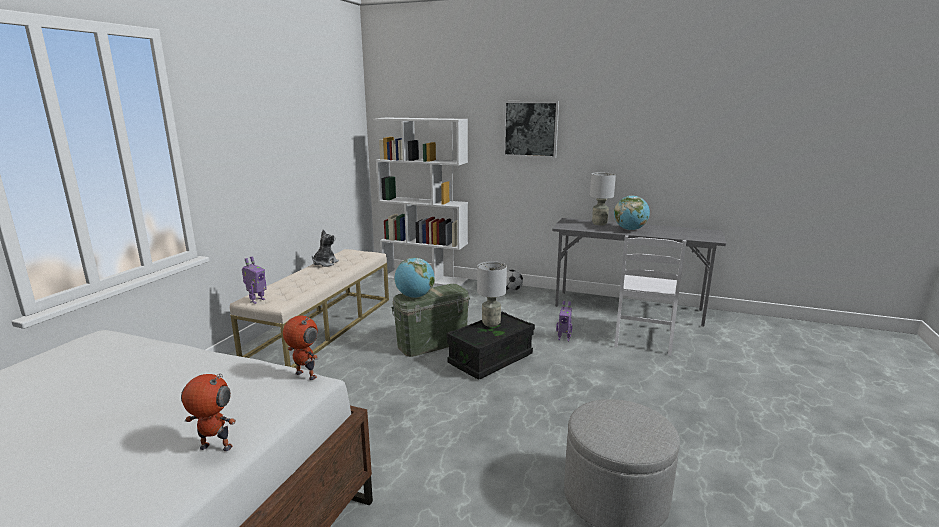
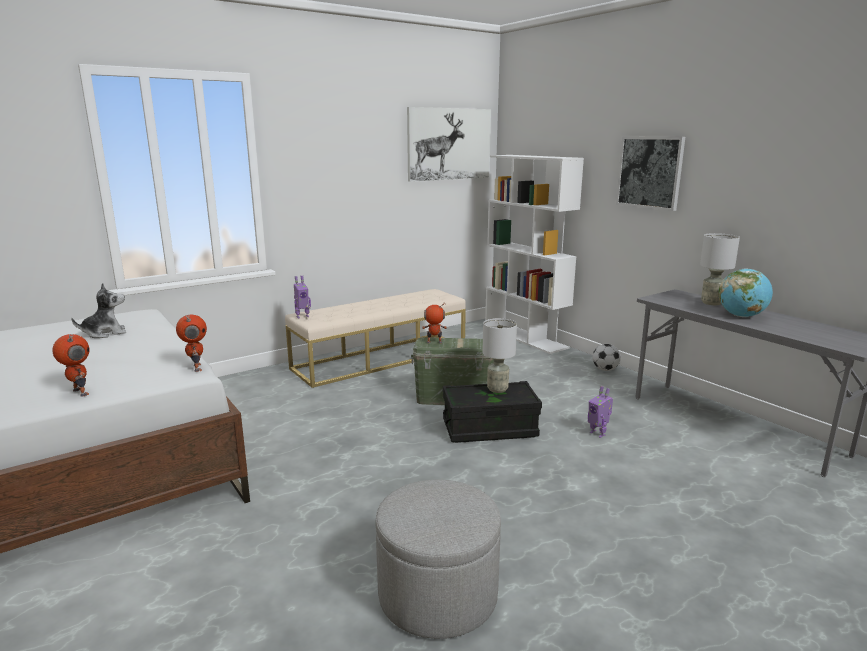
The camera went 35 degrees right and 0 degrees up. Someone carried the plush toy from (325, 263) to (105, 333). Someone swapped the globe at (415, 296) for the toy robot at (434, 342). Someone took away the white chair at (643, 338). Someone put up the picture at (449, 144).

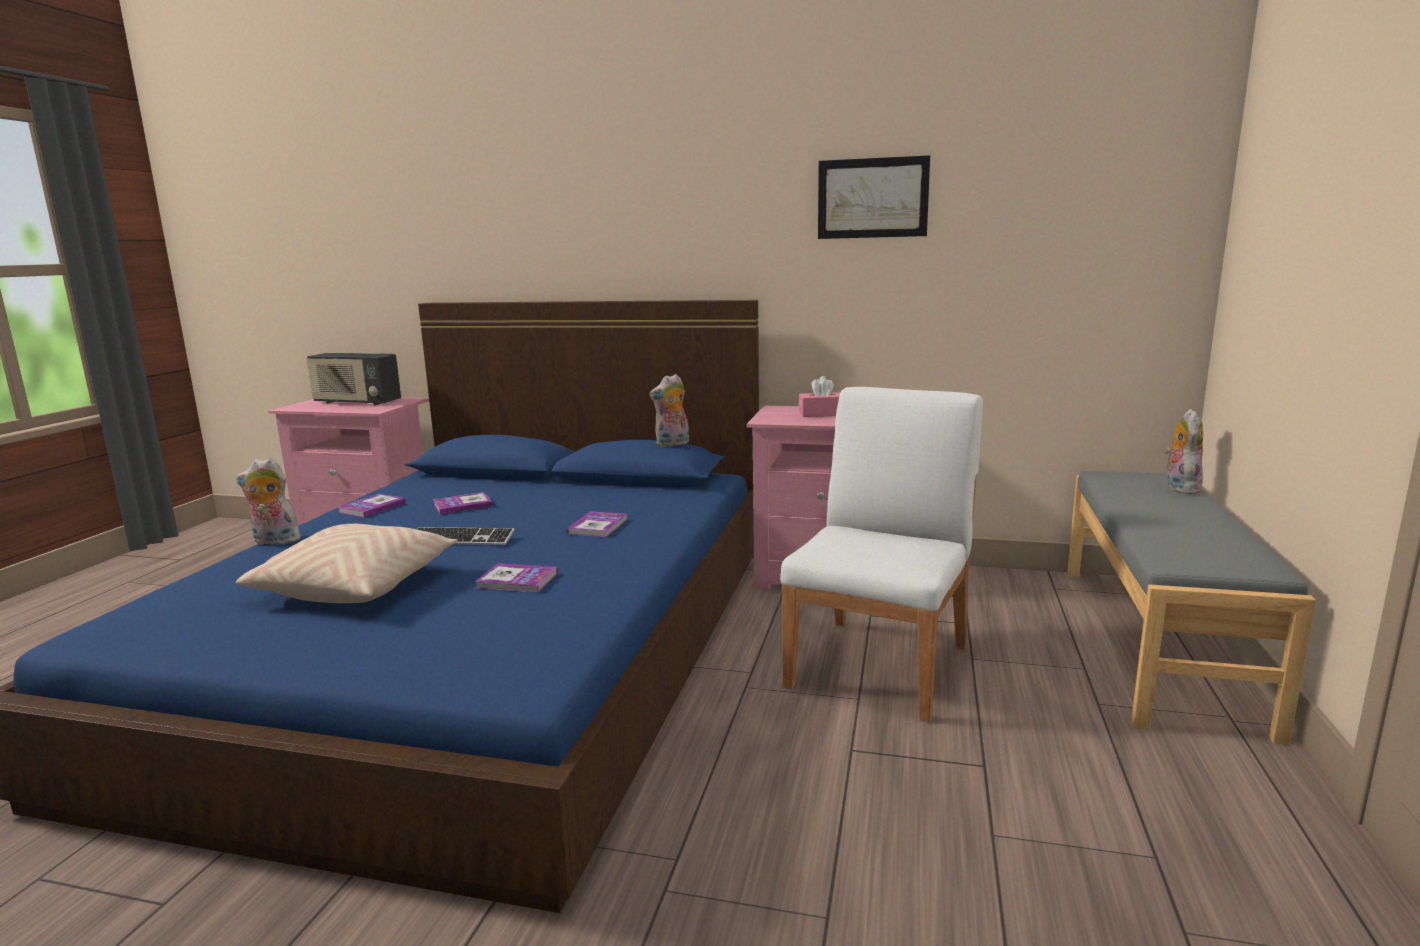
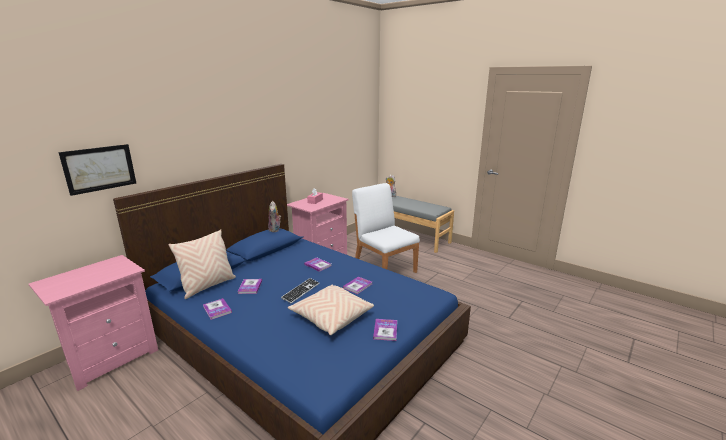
The camera went 65 degrees left and 5 degrees up. Someone took away the plush toy at (274, 541). Someone took away the radio at (356, 402). Someone carried the picture from (872, 198) to (99, 168). Someone put down the beige pillow at (208, 286). Someone put down the book at (385, 330).

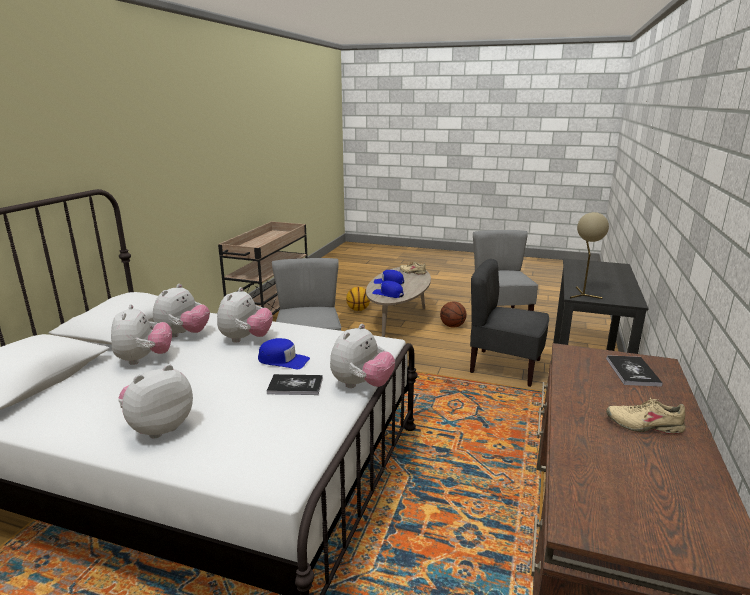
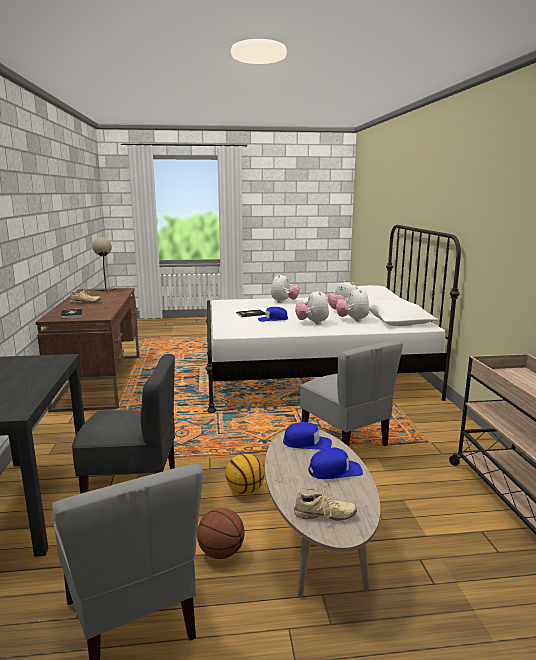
The camera went 155 degrees right and 5 degrees down. Someone took away the plush toy at (361, 385). Someone carried the basketball from (358, 309) to (245, 490). Someone carried the beige table lamp from (582, 294) to (106, 291).

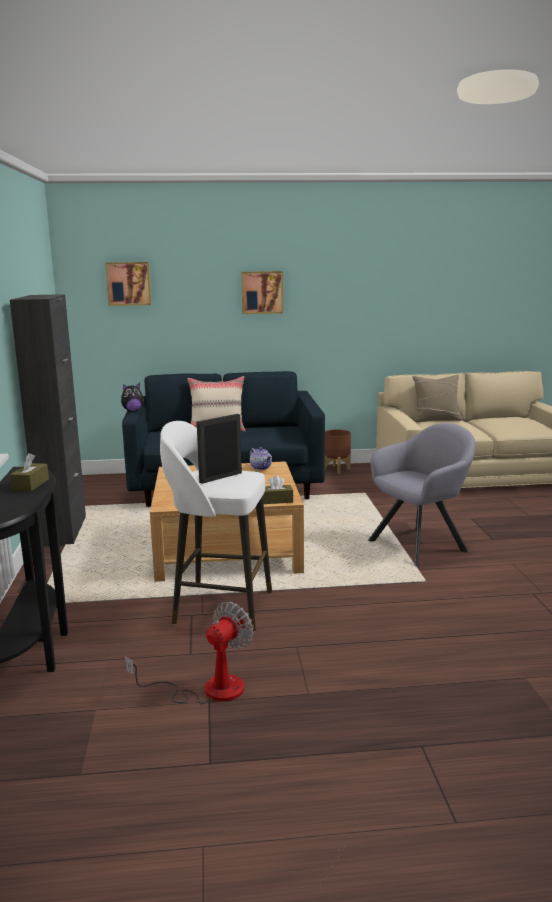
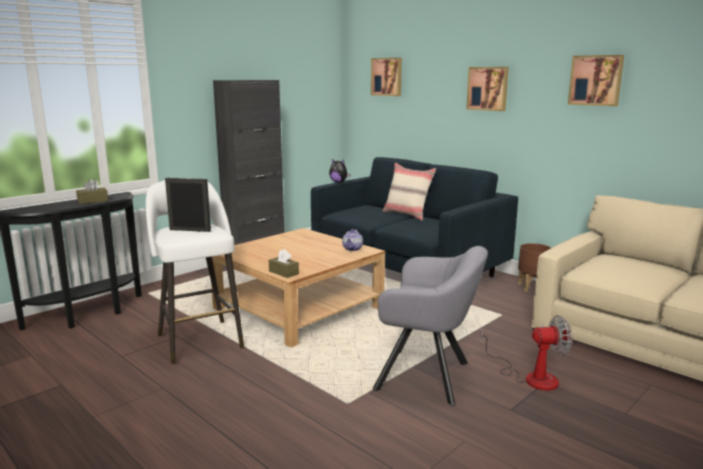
The camera went 50 degrees right and 0 degrees up. Someone carried the fan from (208, 689) to (530, 377). Someone took away the beige pillow at (436, 419). Someone put up the picture at (596, 80).

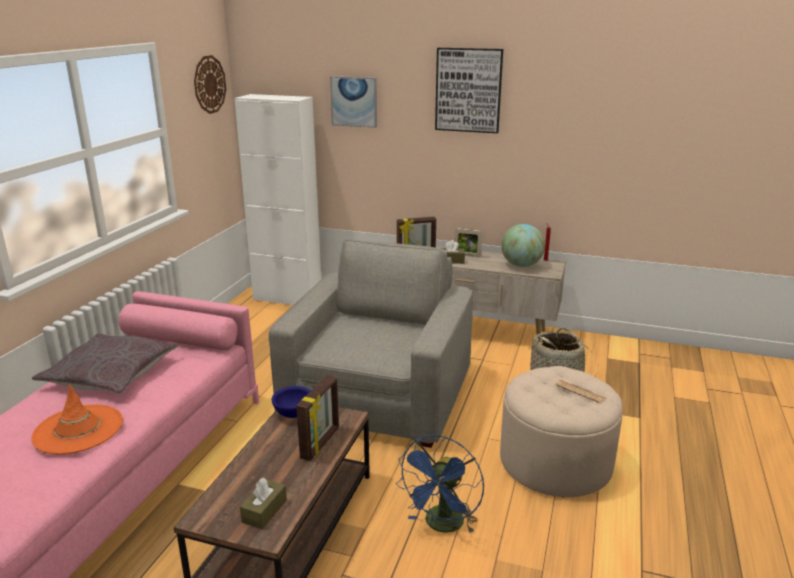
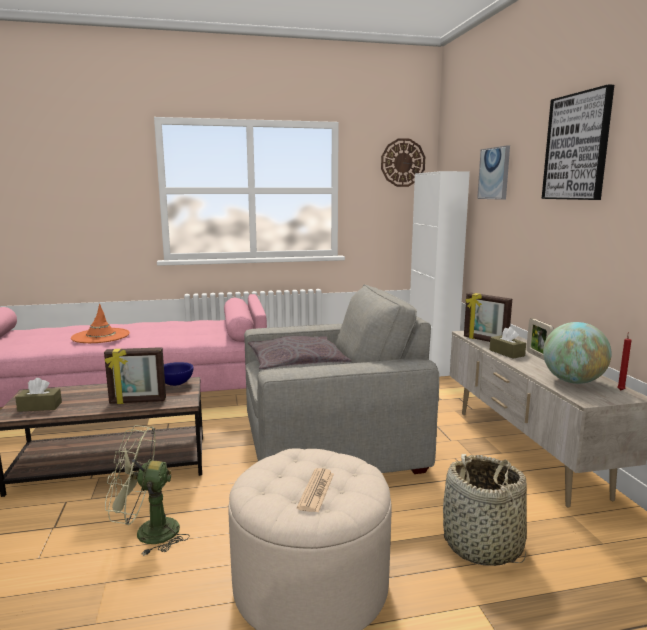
The camera went 60 degrees right and 10 degrees down. Someone carried the grey pillow from (111, 374) to (296, 365). Someone repainted the blue fan at (442, 526), which became the green fan at (147, 533).

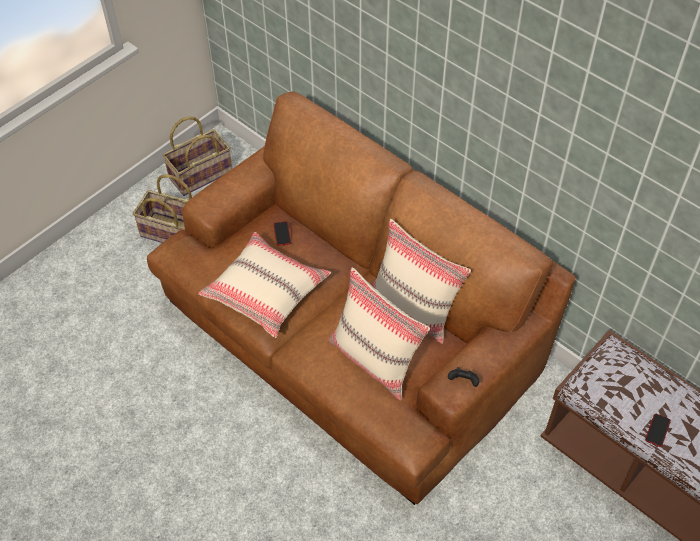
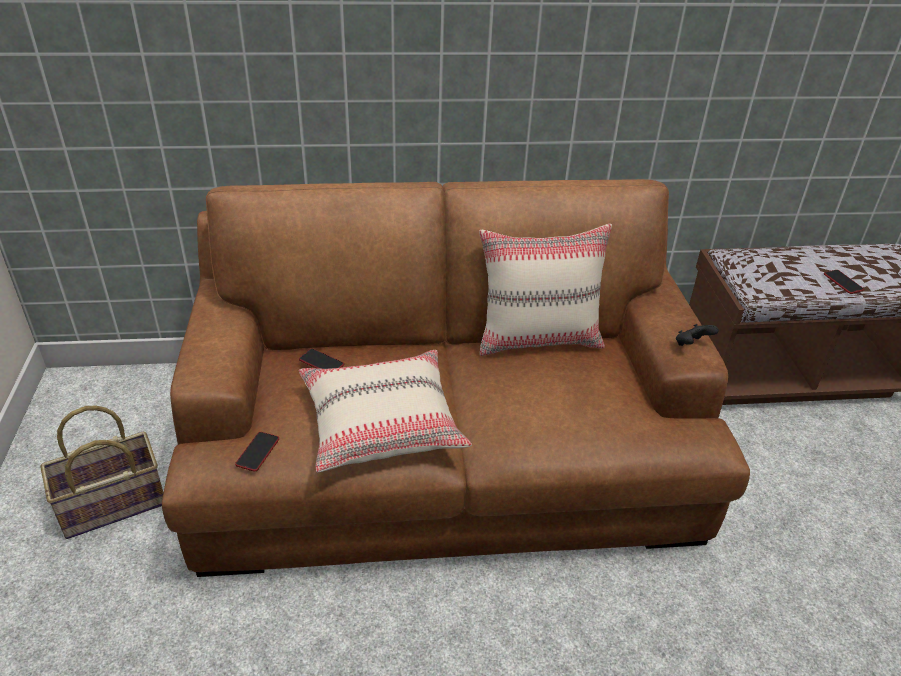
The camera went 50 degrees left and 15 degrees down. Someone took away the basket at (200, 174). Someone took away the beige pillow at (375, 360). Someone put down the phone at (257, 452).

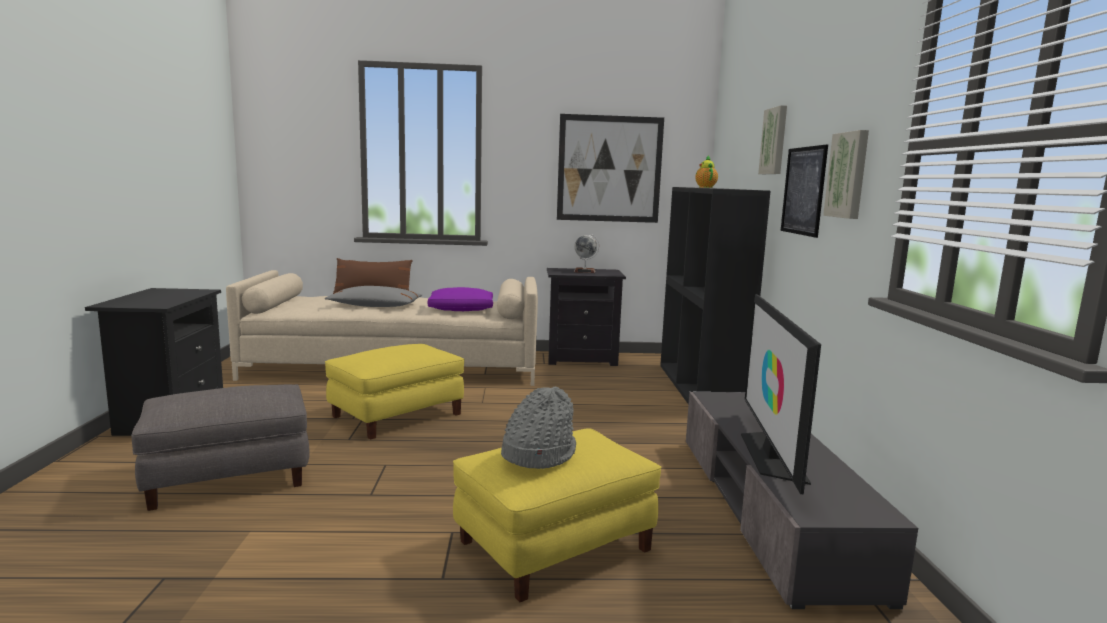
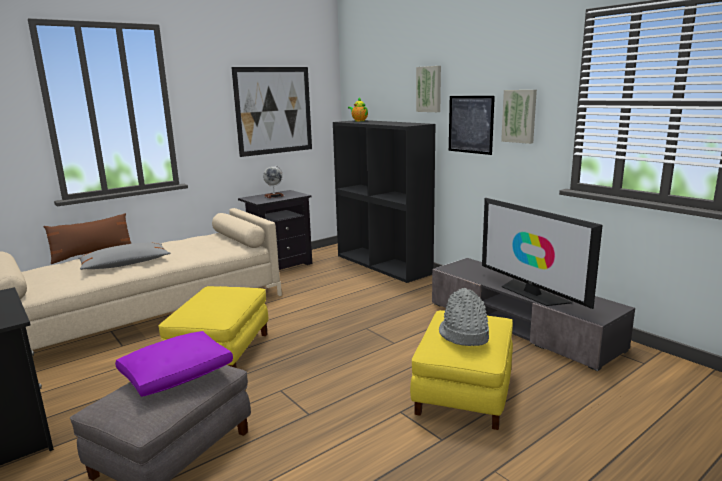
The camera went 35 degrees left and 5 degrees up. Someone carried the purple pillow from (462, 309) to (177, 374).

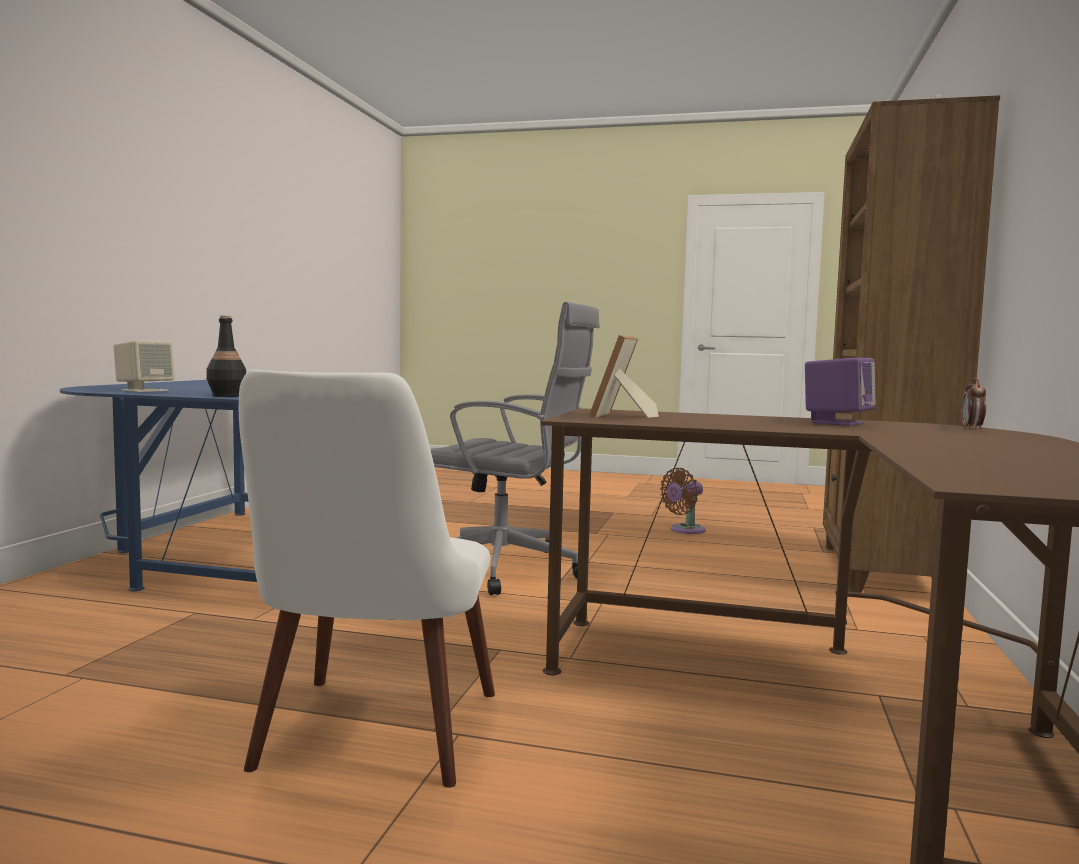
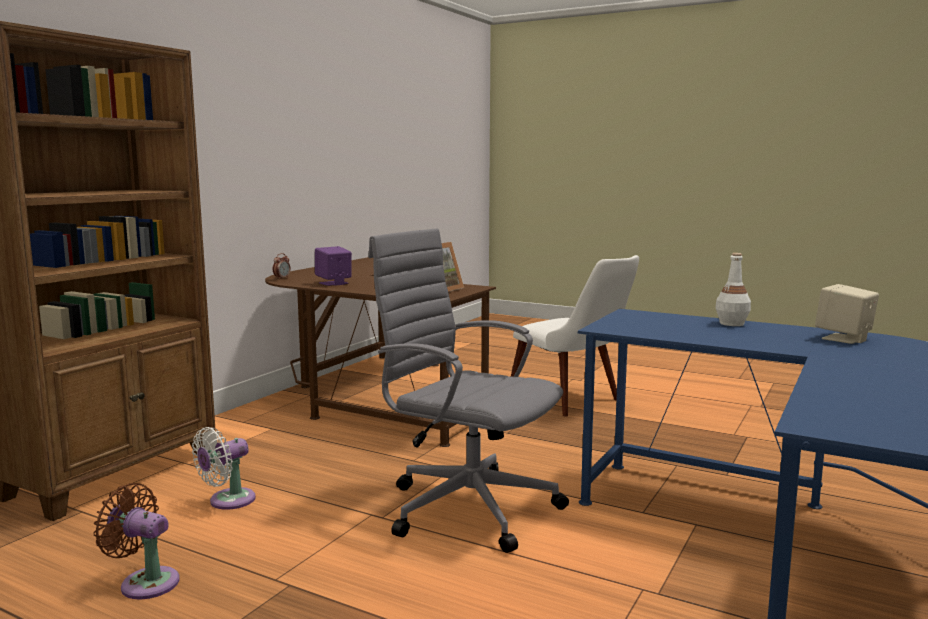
The camera went 165 degrees left and 5 degrees up. Someone repainted the black bottle at (227, 396), which became the white bottle at (731, 323). Someone rotated the white chair at (369, 745) by 120 degrees clockwise. Someone rotated the brown fan at (684, 530) by 135 degrees counterclockwise. Someone put down the white fan at (227, 501).

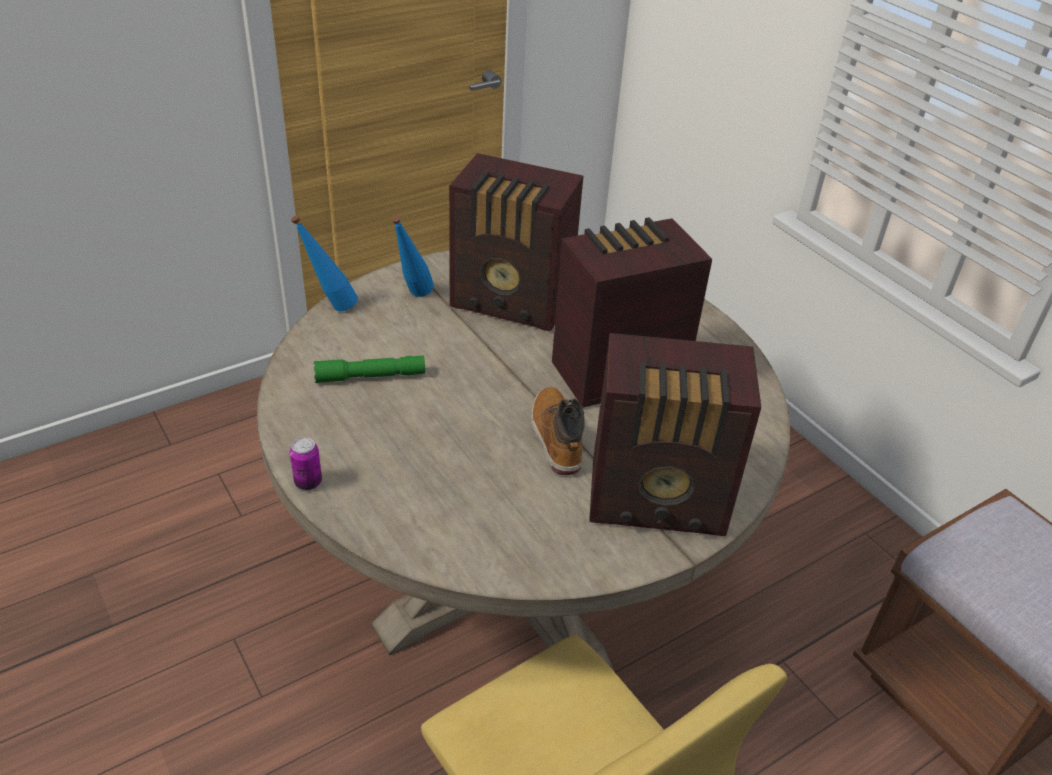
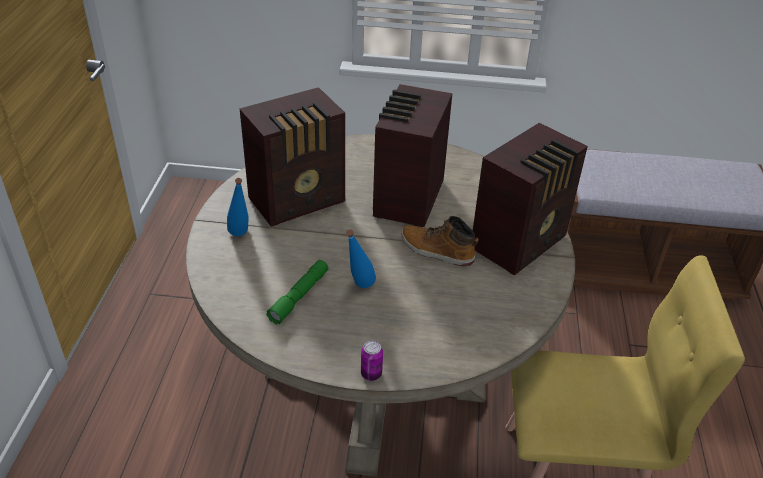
The camera went 50 degrees left and 0 degrees up. Someone carried the blue bottle from (330, 307) to (358, 289).

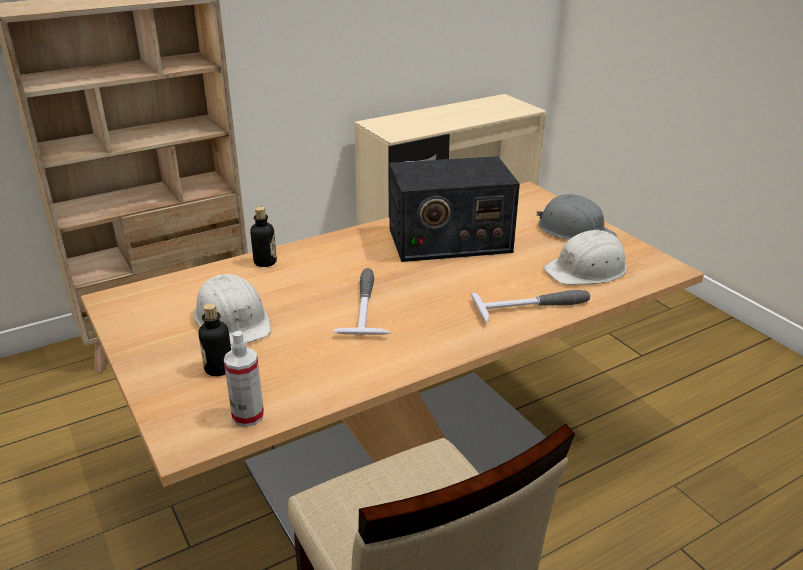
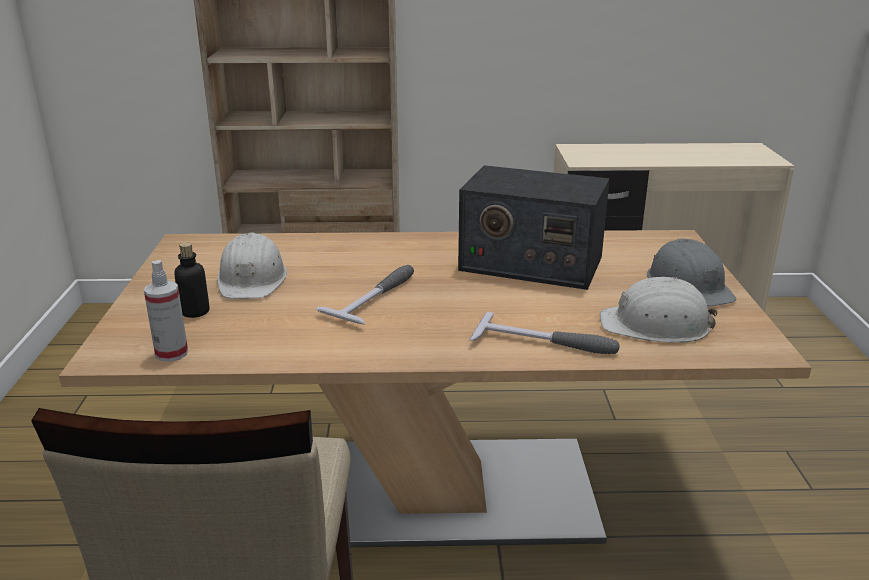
The camera went 30 degrees right and 5 degrees down. Someone took away the bottle at (265, 262).

